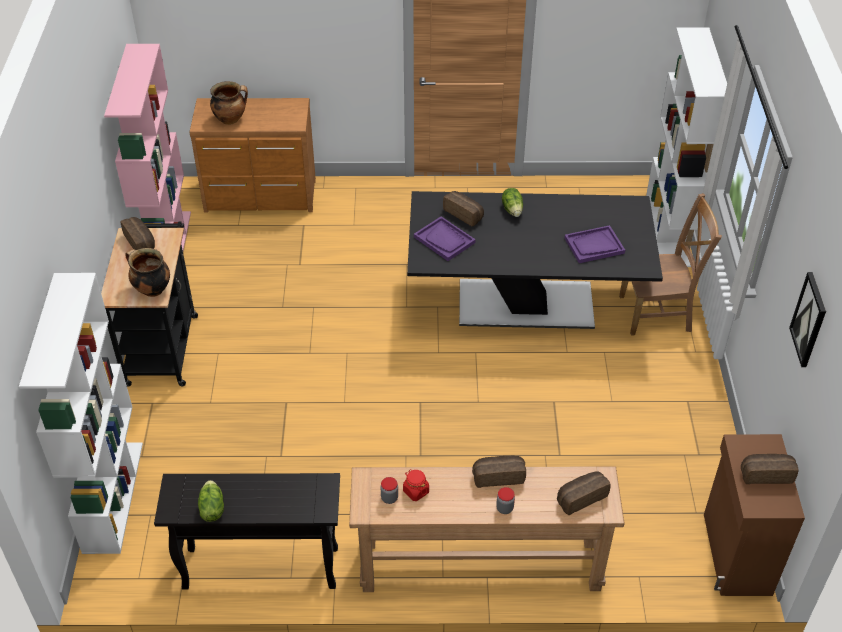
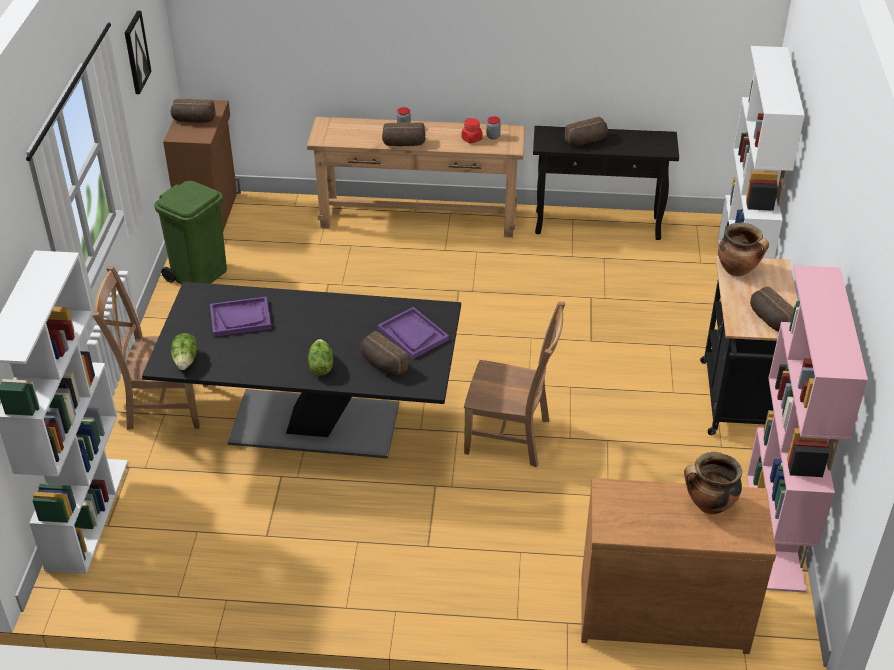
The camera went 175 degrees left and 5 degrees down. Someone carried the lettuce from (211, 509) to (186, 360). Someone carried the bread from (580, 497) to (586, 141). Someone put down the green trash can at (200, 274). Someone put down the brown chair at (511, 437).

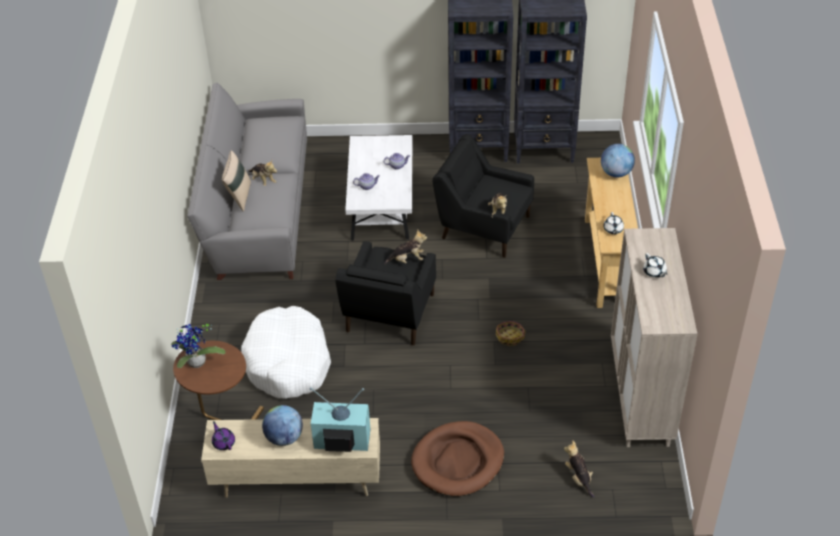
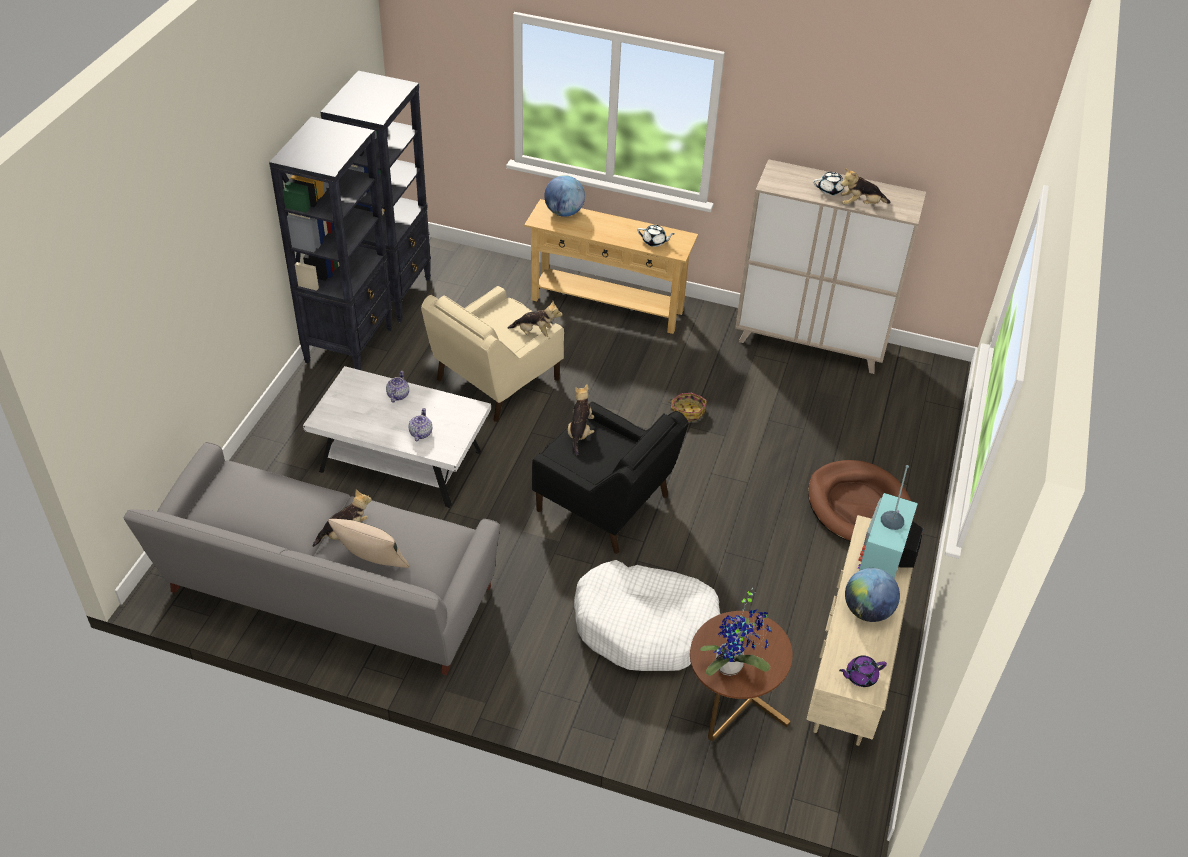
The camera went 75 degrees left and 0 degrees up. Someone repainted the black armchair at (484, 226), which became the beige armchair at (495, 381). Someone carried the plush toy from (579, 478) to (860, 205).

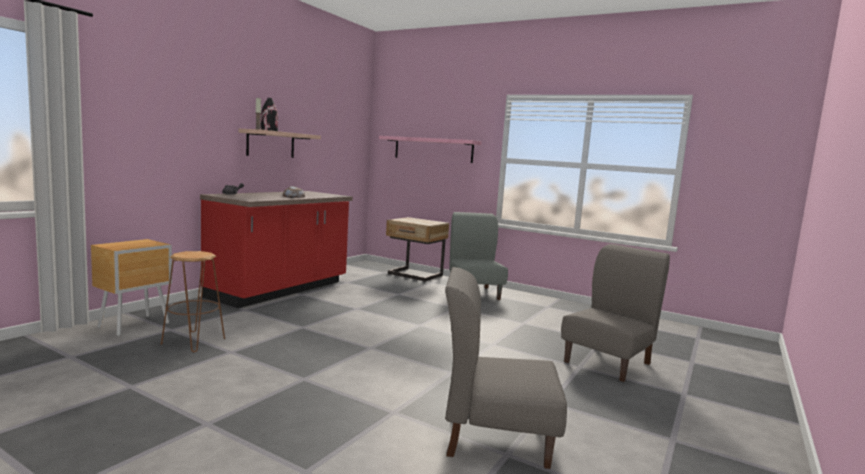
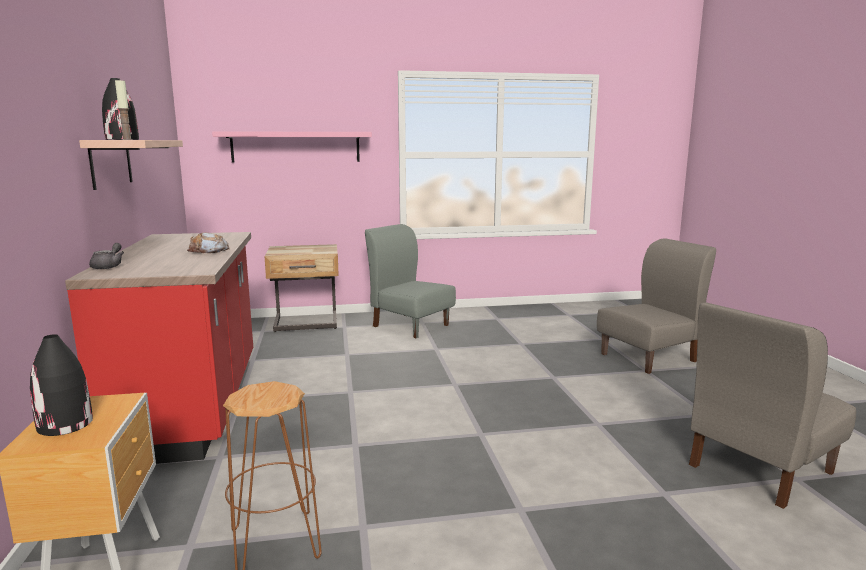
The camera went 40 degrees left and 5 degrees up. Someone rotated the grey chair at (608, 362) by 60 degrees clockwise. Someone put down the black vase at (65, 425).

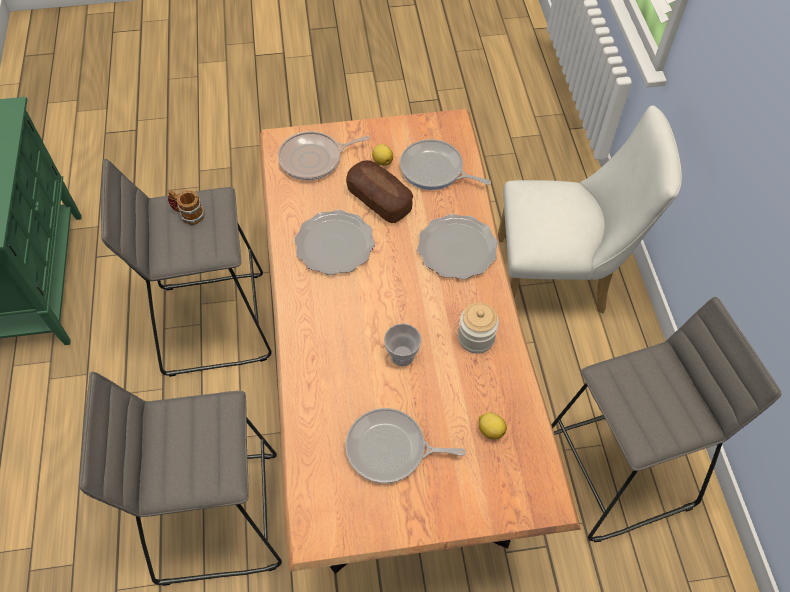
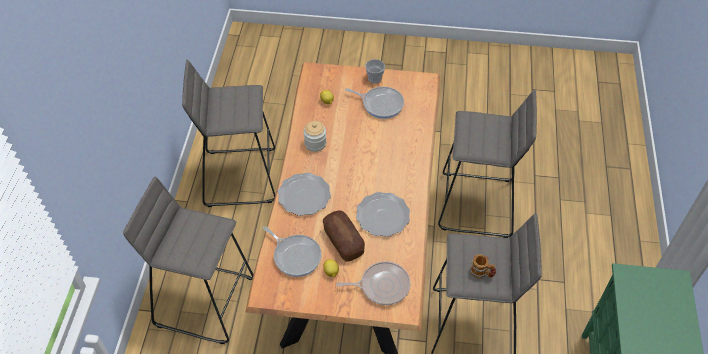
The camera went 165 degrees left and 5 degrees down. Someone carried the cup from (402, 355) to (374, 78). Someone swapped the white chair at (559, 277) for the grey stool at (205, 300).

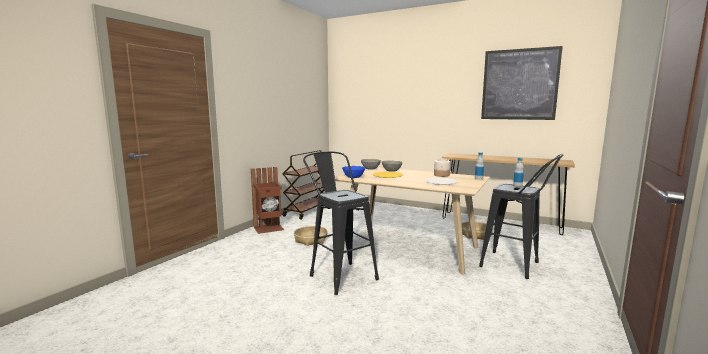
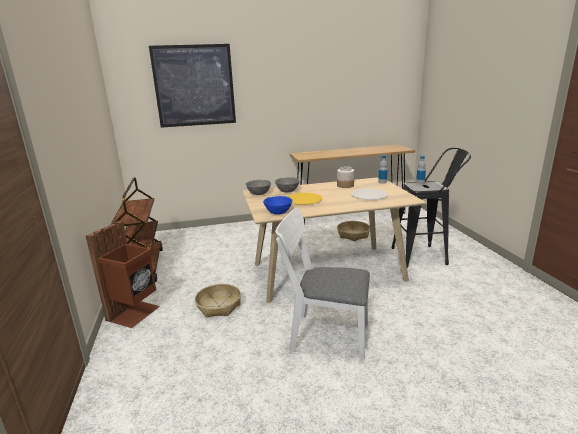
The camera went 40 degrees left and 10 degrees up. Someone swapped the black stool at (340, 275) for the white chair at (323, 335). Someone carried the picture from (519, 84) to (194, 86).

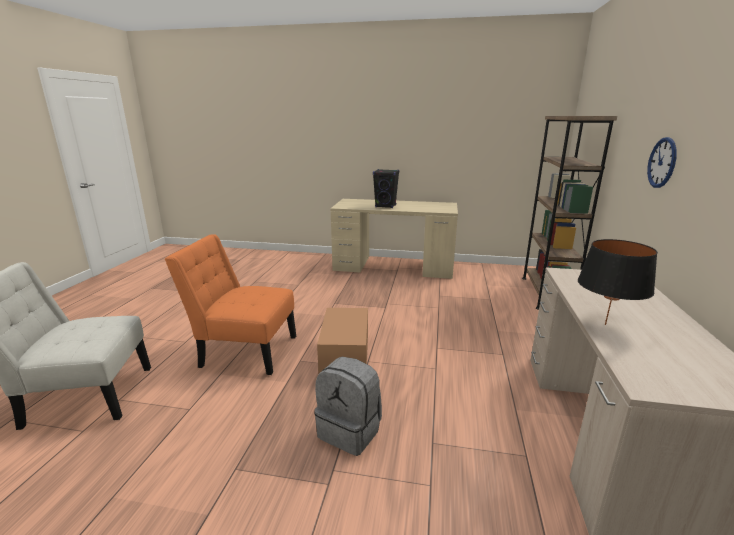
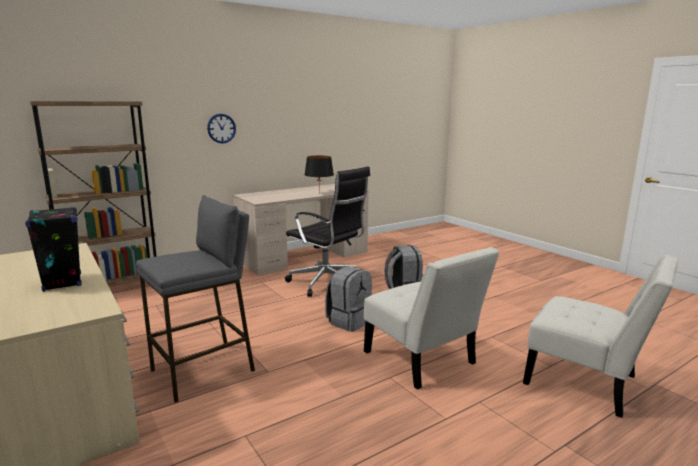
The camera went 135 degrees left and 5 degrees down. Someone repainted the orange chair at (244, 350), which became the white chair at (422, 361). Someone swapped the cardboard box at (345, 355) for the grey backpack at (349, 321). Someone put down the grey stool at (204, 371). Someone put down the black office chair at (327, 283).

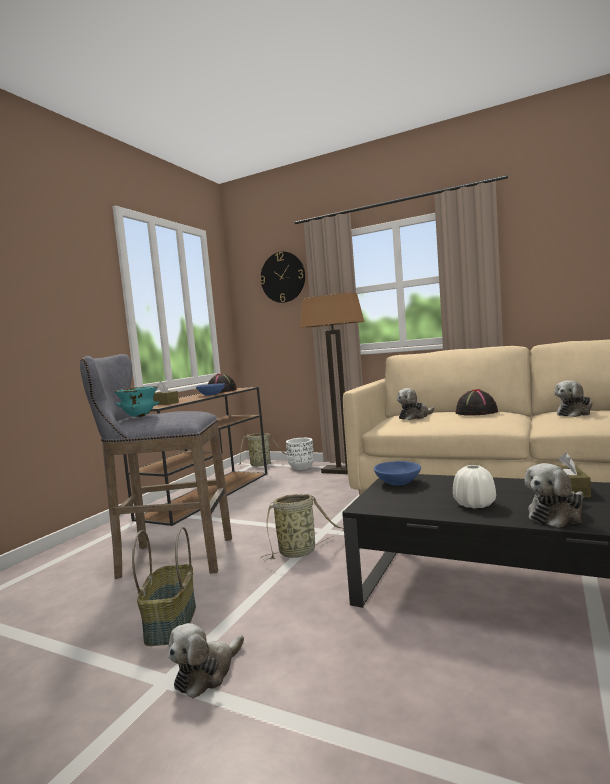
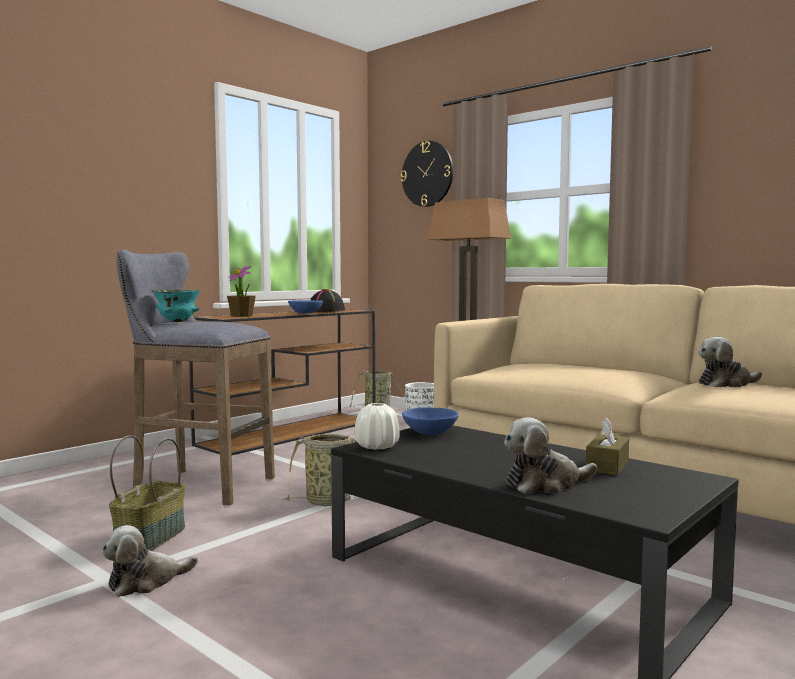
The camera went 15 degrees right and 0 degrees up. Someone swapped the brown tissue box at (164, 403) for the potted plant at (241, 316). Someone took away the plush toy at (415, 417). Someone carried the white vase from (474, 504) to (377, 446). Someone took away the black hat at (476, 413).

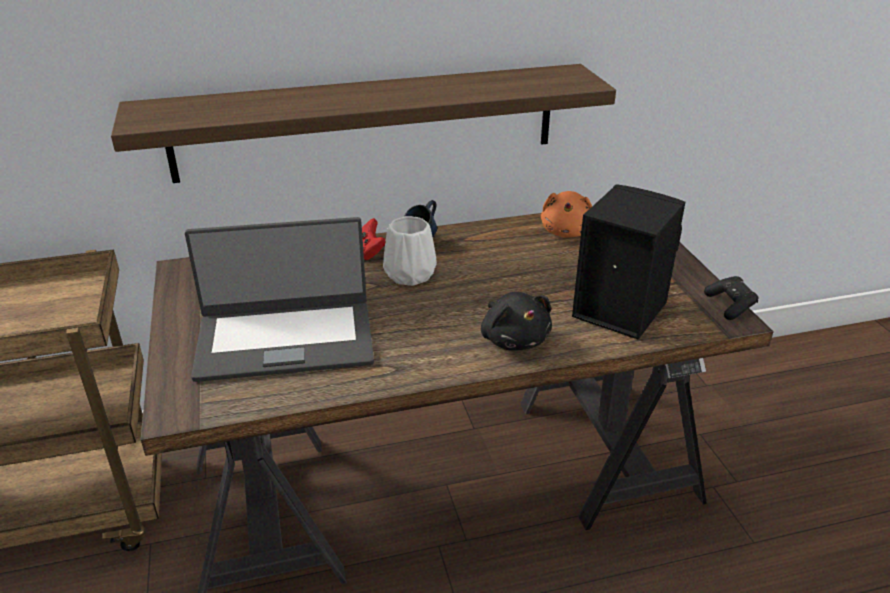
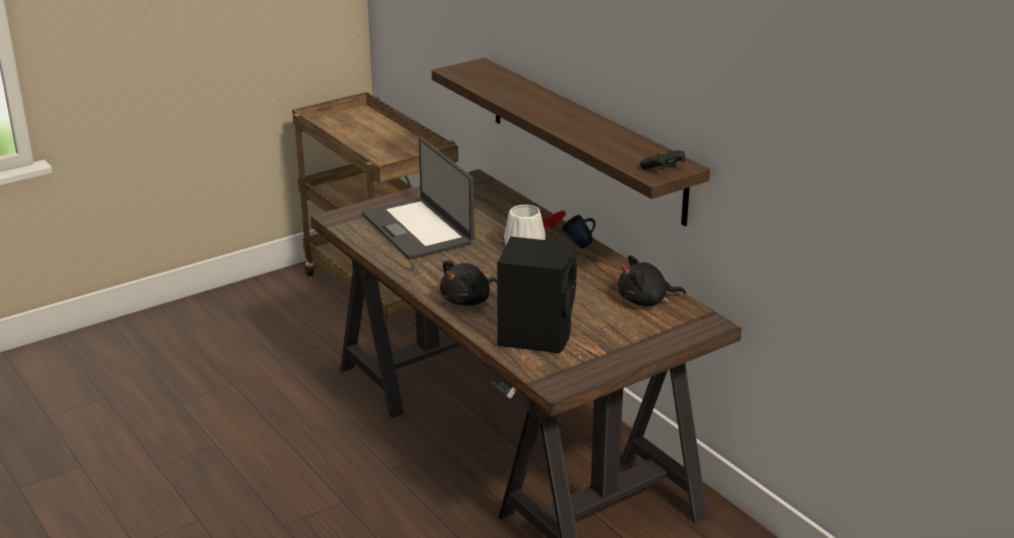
The camera went 70 degrees right and 5 degrees down. Someone repainted the orange plush toy at (567, 232), which became the black plush toy at (646, 301). Someone carried the black game controller from (730, 306) to (664, 168).

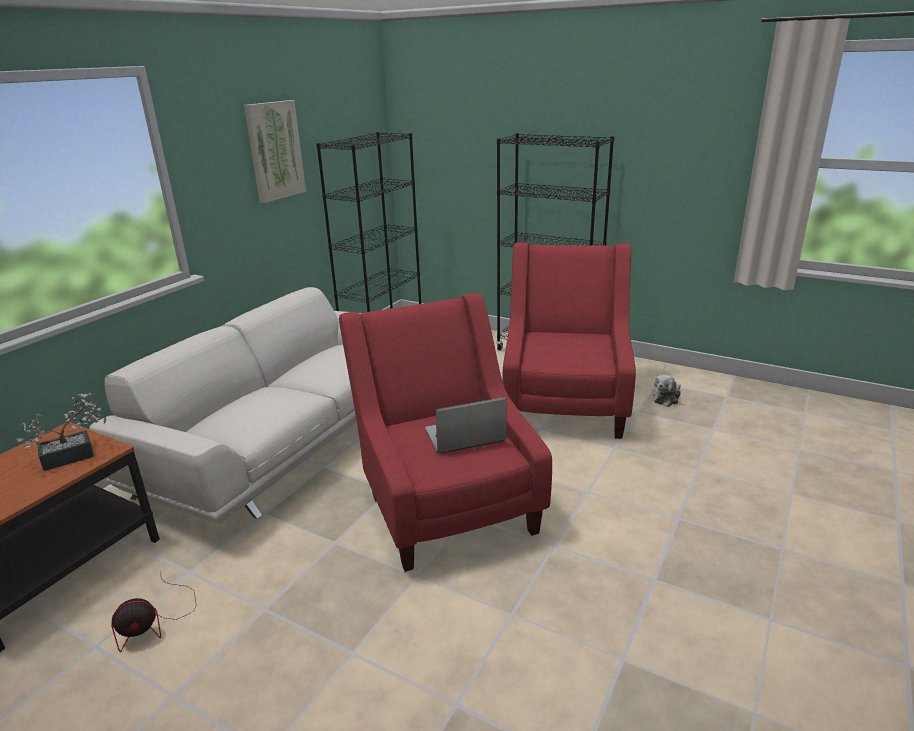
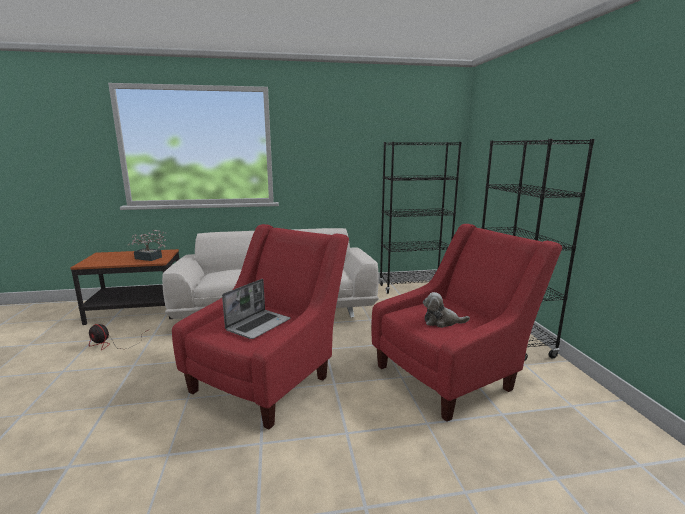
The camera went 50 degrees right and 10 degrees down. Someone took away the picture at (275, 151). Someone rotated the laptop at (464, 437) by 90 degrees clockwise. Someone carried the plush toy from (667, 398) to (442, 322).

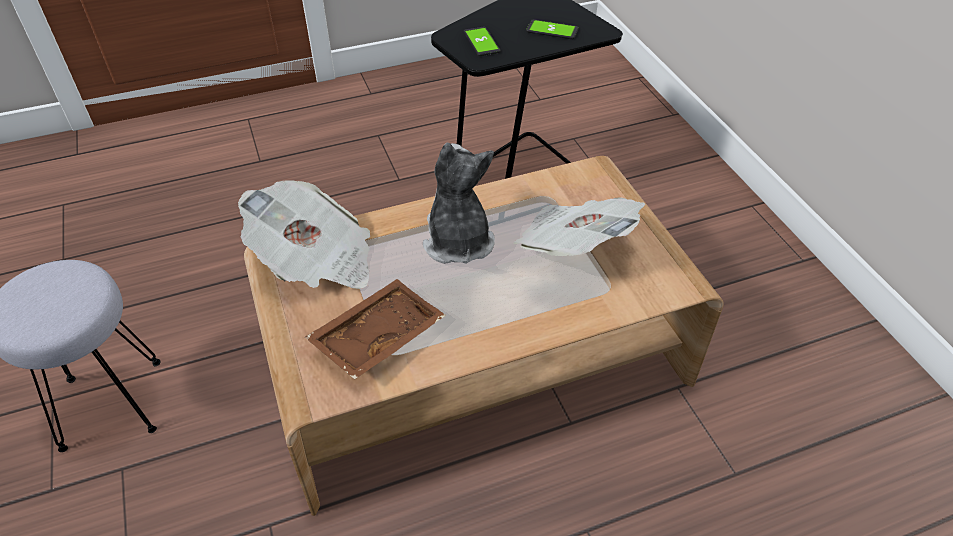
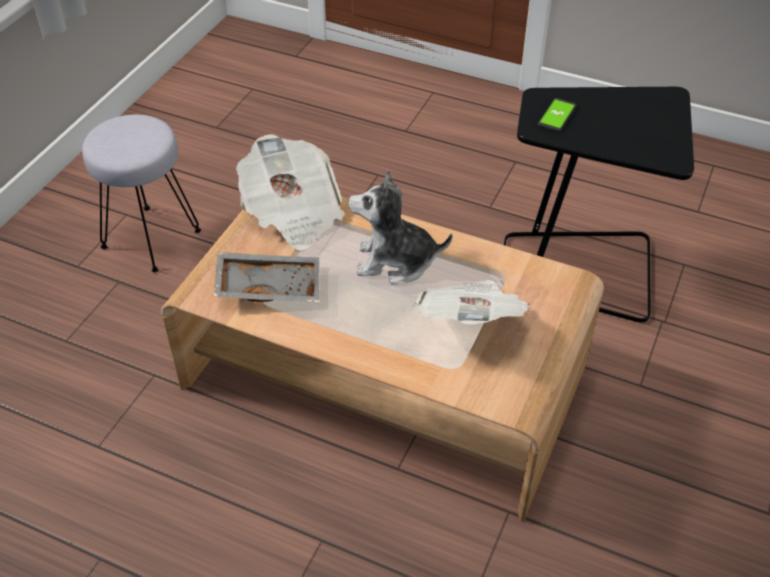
The camera went 45 degrees right and 0 degrees up. Someone repainted the brown tray at (377, 336), which became the grey tray at (269, 286). Someone rotated the plush toy at (458, 241) by 120 degrees counterclockwise. Someone took away the phone at (552, 30).

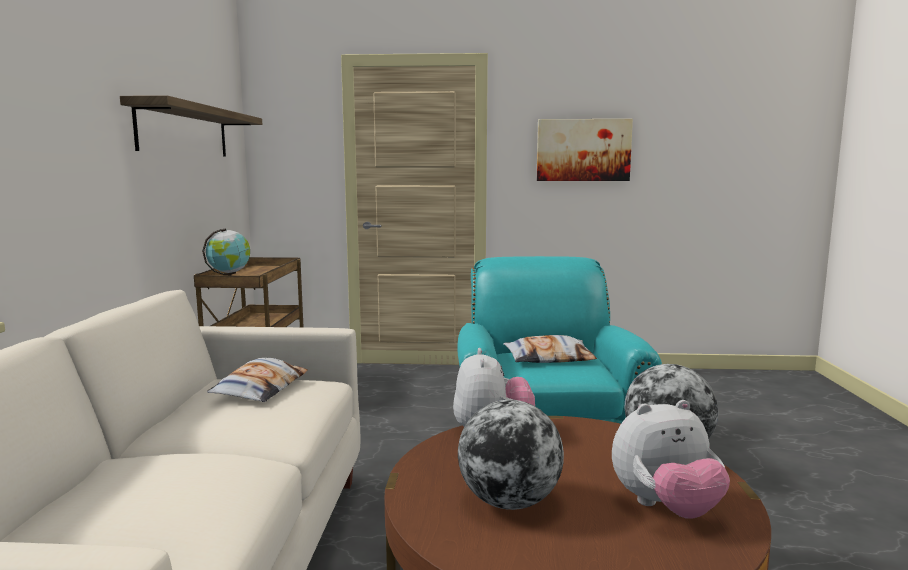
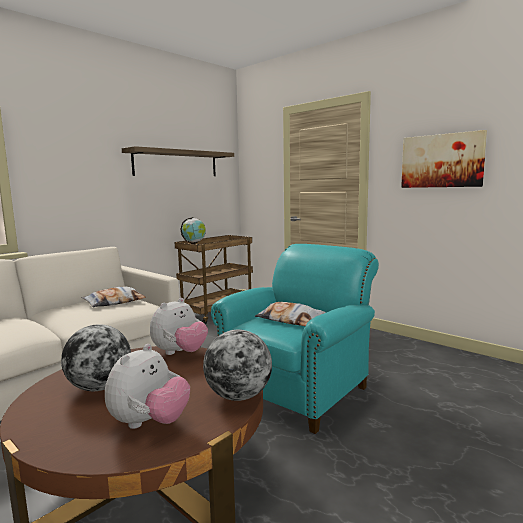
The camera went 40 degrees right and 0 degrees up. Someone rotated the plush toy at (665, 508) by 90 degrees counterclockwise.

